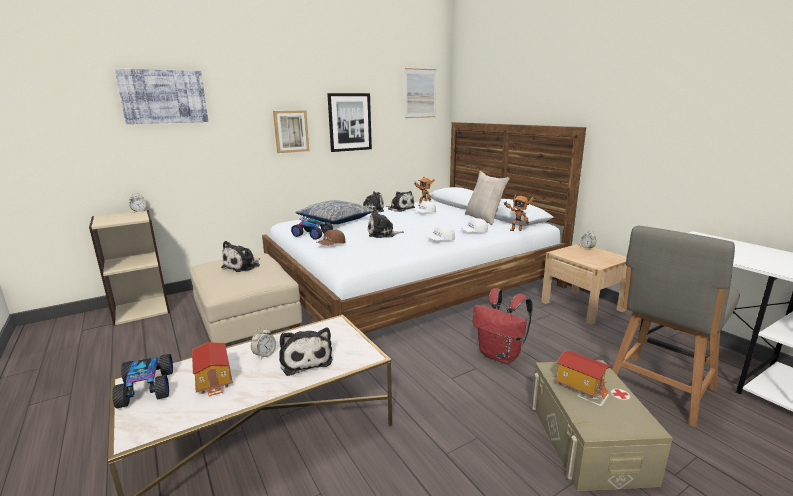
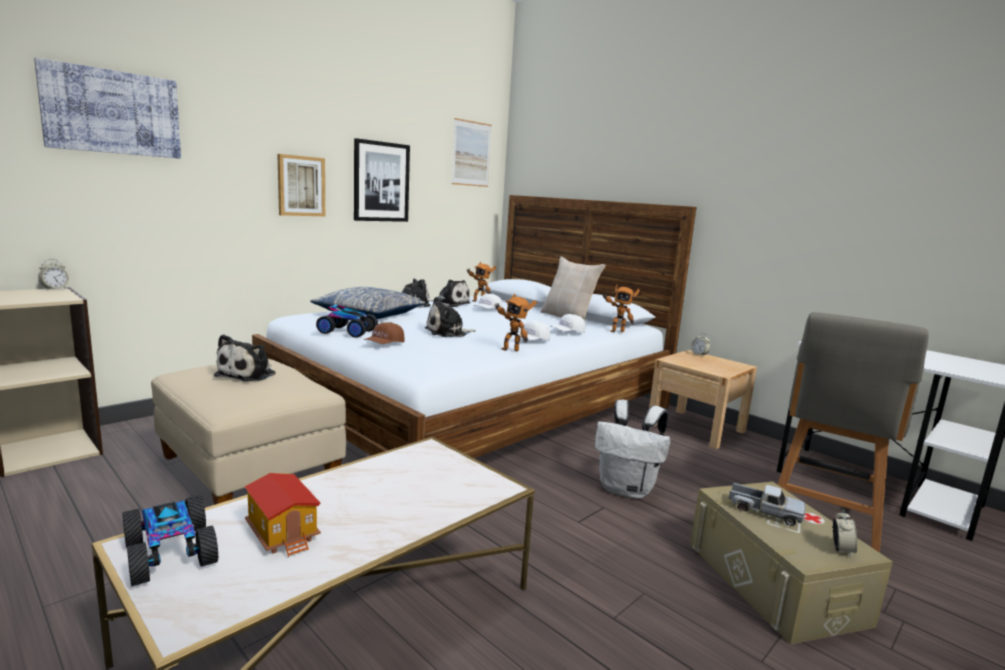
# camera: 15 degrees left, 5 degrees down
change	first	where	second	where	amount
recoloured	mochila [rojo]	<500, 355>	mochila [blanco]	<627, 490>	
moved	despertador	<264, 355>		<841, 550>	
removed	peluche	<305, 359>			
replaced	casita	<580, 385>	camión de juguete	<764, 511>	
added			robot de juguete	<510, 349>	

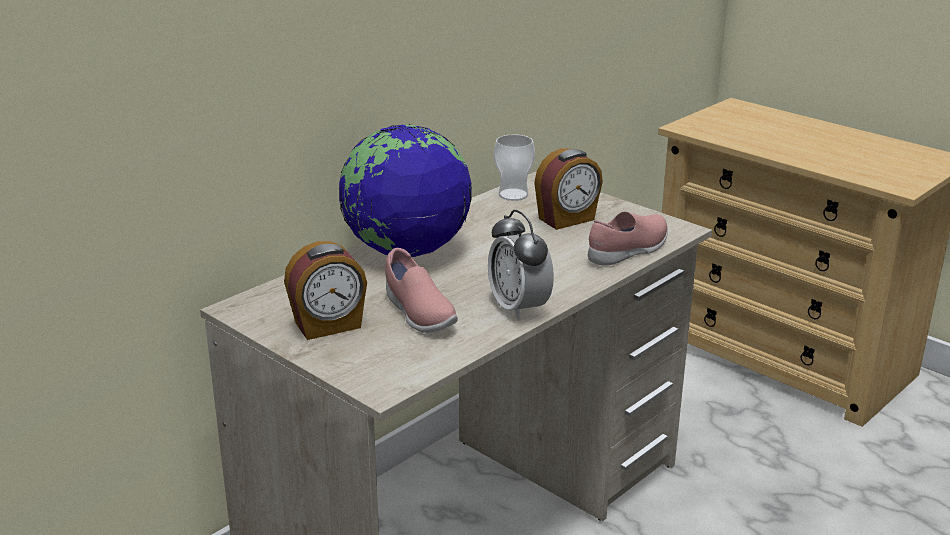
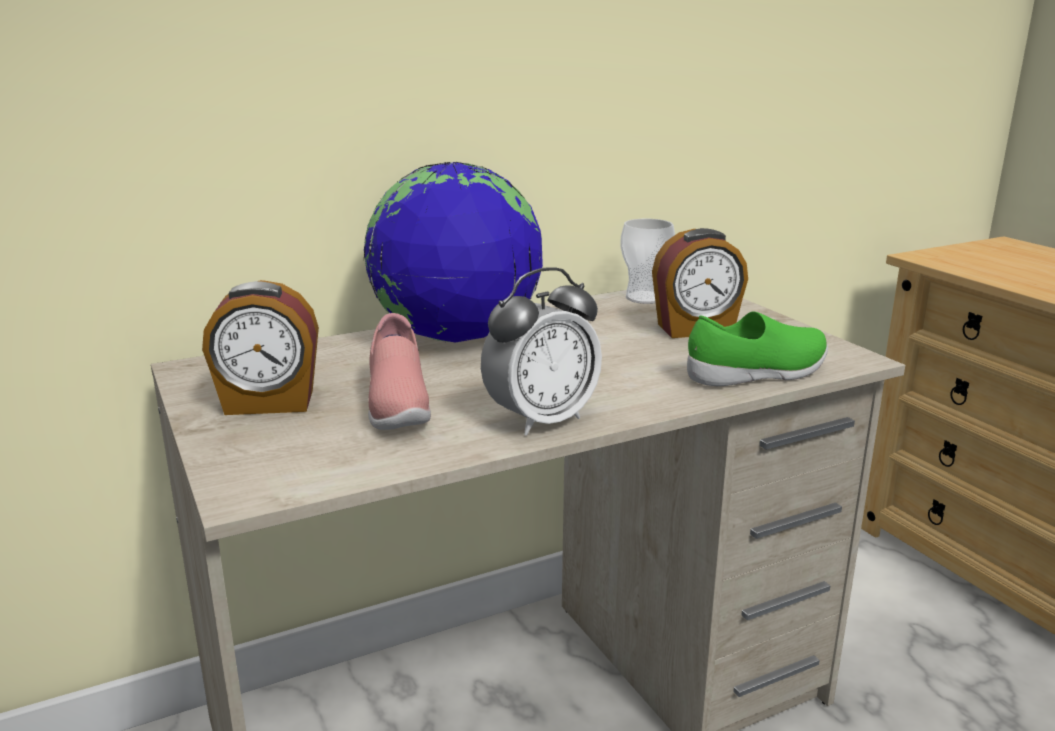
# camera: 20 degrees right, 5 degrees down
change	first	where	second	where	amount
turned	despertador	<519, 308>		<541, 420>	120 degrees counterclockwise
recoloured	zapato [rosa]	<629, 252>	zapato [verde]	<758, 375>	

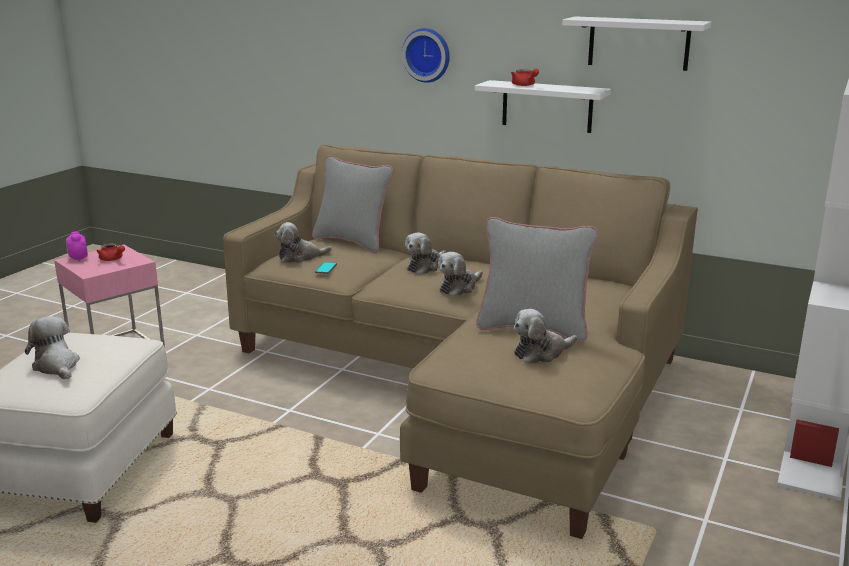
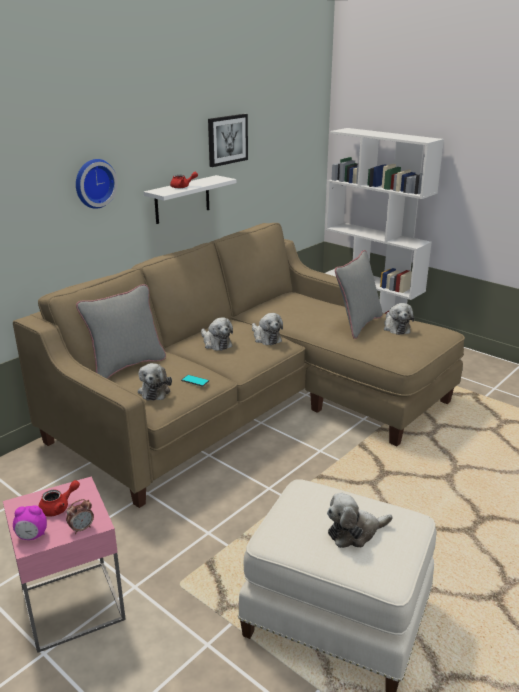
# camera: 75 degrees left, 5 degrees up
change	first	where	second	where	amount
replaced	estante [blanco]	<638, 43>	cuadro	<227, 139>	
added			despertador	<82, 528>	

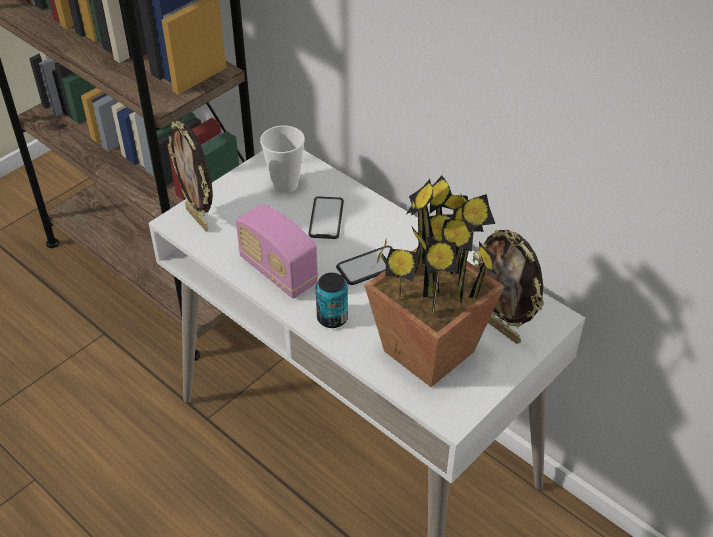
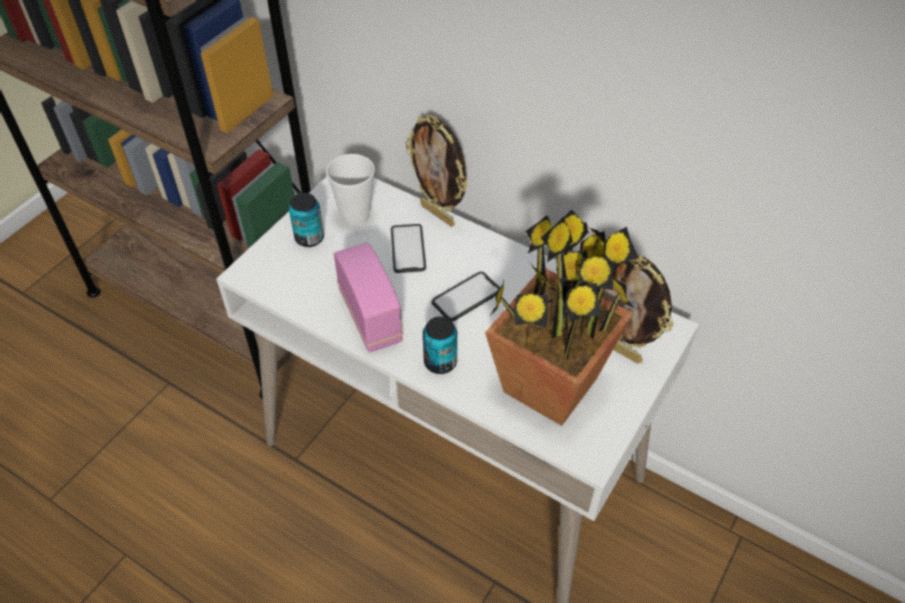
# camera: 10 degrees left, 5 degrees up
change	first	where	second	where	amount
moved	portarretratos	<199, 219>		<438, 214>	
turned	radio	<278, 271>		<370, 316>	150 degrees counterclockwise
added			lata	<309, 238>	

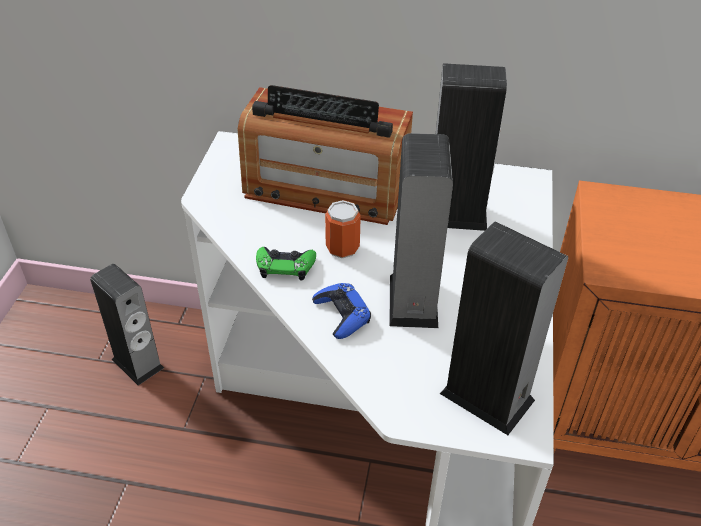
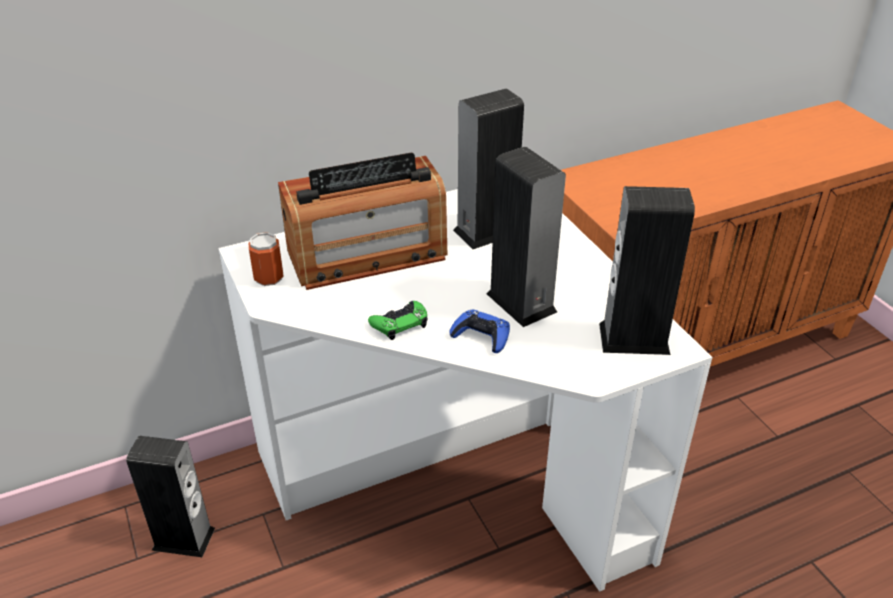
# camera: 35 degrees left, 5 degrees down
change	first	where	second	where	amount
moved	lata	<342, 248>		<269, 277>	

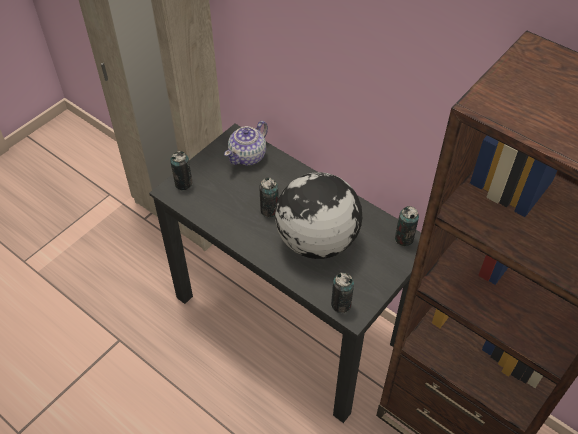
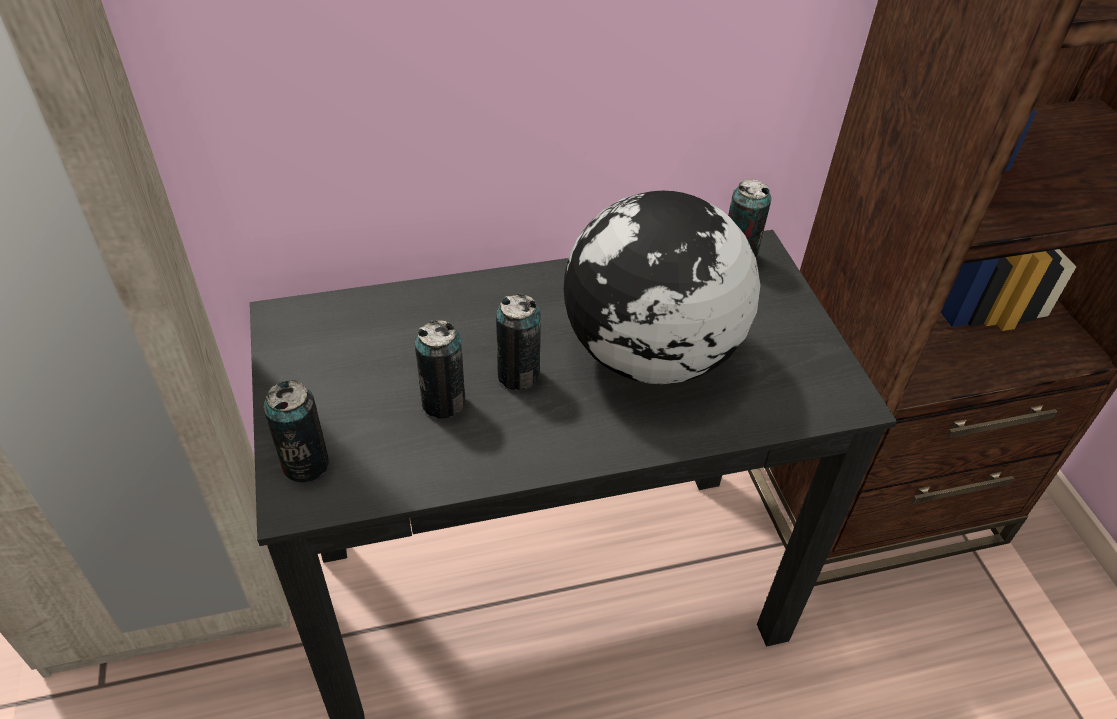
# camera: 55 degrees left, 5 degrees down
change	first	where	second	where	amount
removed	tetera	<248, 156>			
moved	lata	<341, 304>		<443, 402>	

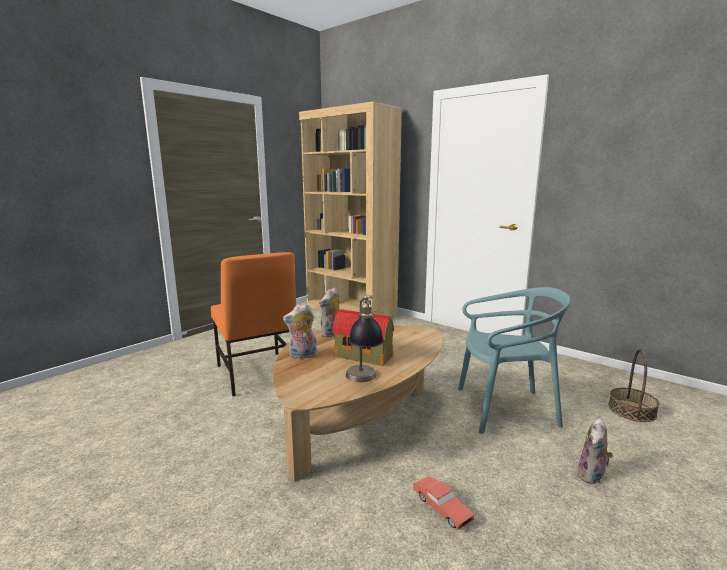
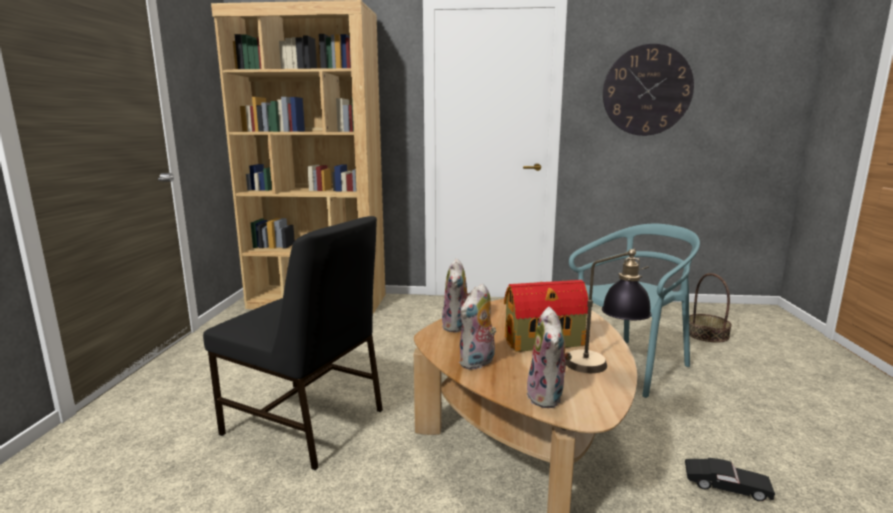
# camera: 35 degrees left, 0 degrees up
change	first	where	second	where	amount
recoloured	silla [naranja]	<257, 373>	silla [negro]	<305, 423>	
moved	peluche	<592, 476>		<548, 397>	
recoloured	coche de juguete [rojo]	<441, 508>	coche de juguete [negro]	<726, 487>	
added			reloj de pared	<647, 90>	

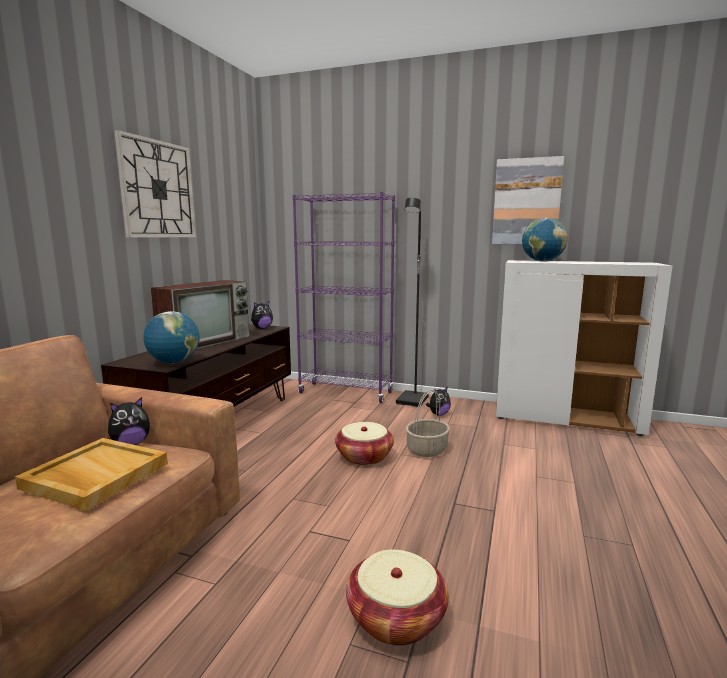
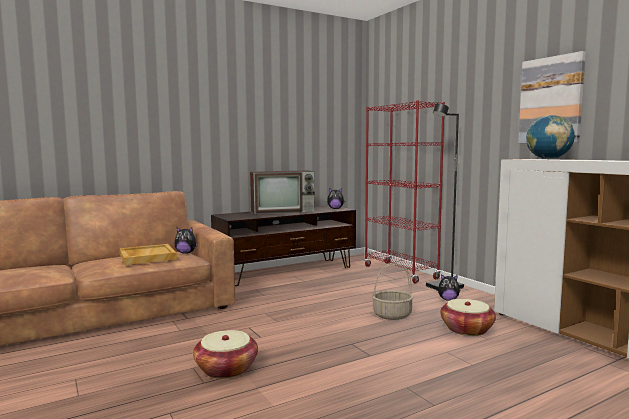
# camera: 40 degrees right, 5 degrees down
change	first	where	second	where	amount
removed	reloj de pared	<158, 189>			
recoloured	estantería [morado]	<346, 393>	estantería [rojo]	<400, 272>	
removed	globo terráqueo	<174, 362>			
moved	cesta	<364, 457>		<467, 329>	

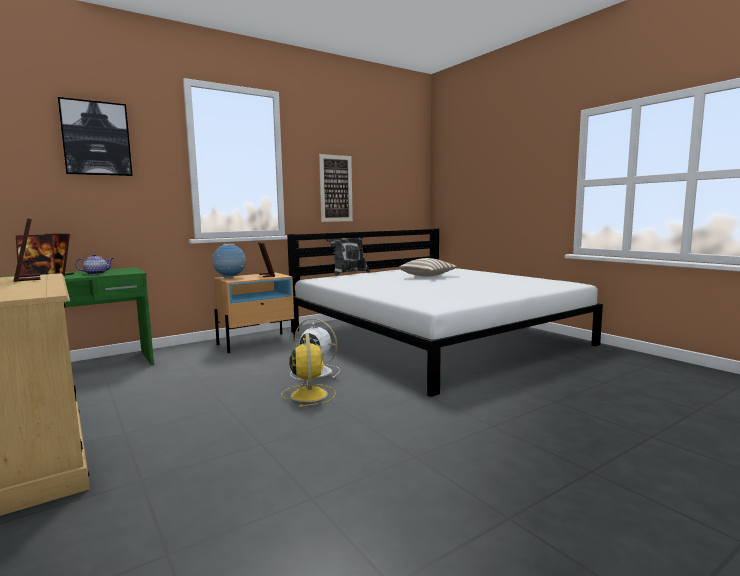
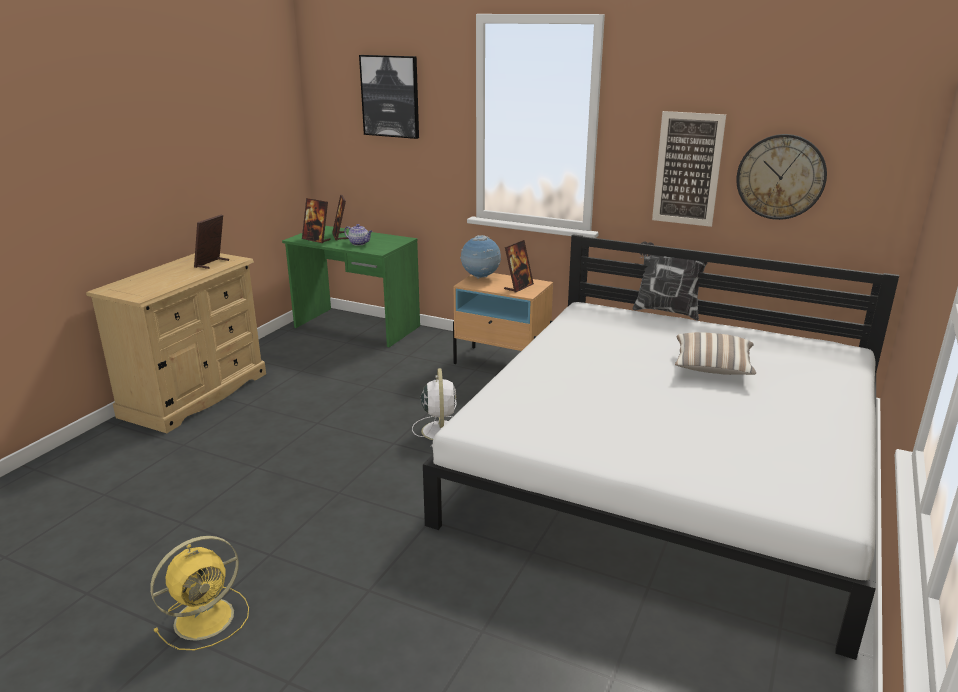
# camera: 60 degrees right, 15 degrees up
change	first	where	second	where	amount
moved	ventilador [amarillo]	<309, 394>		<207, 617>	
added			reloj de pared	<780, 177>	

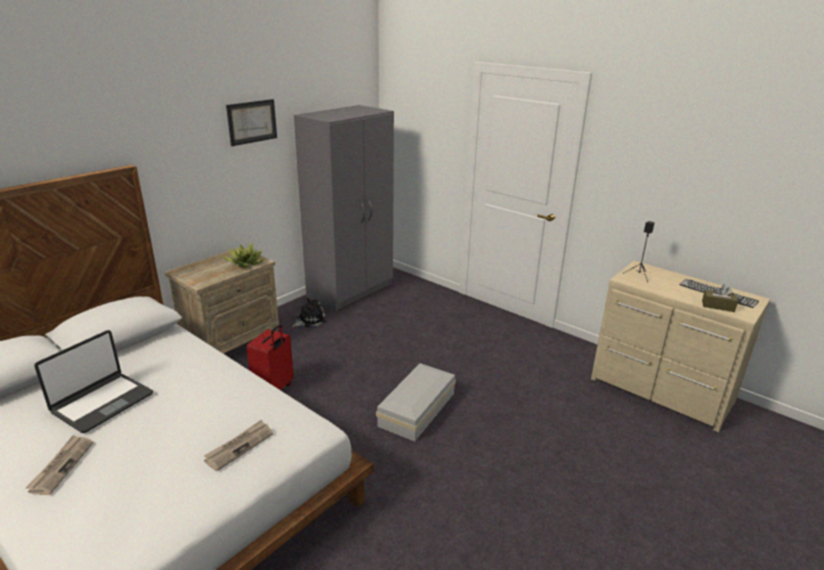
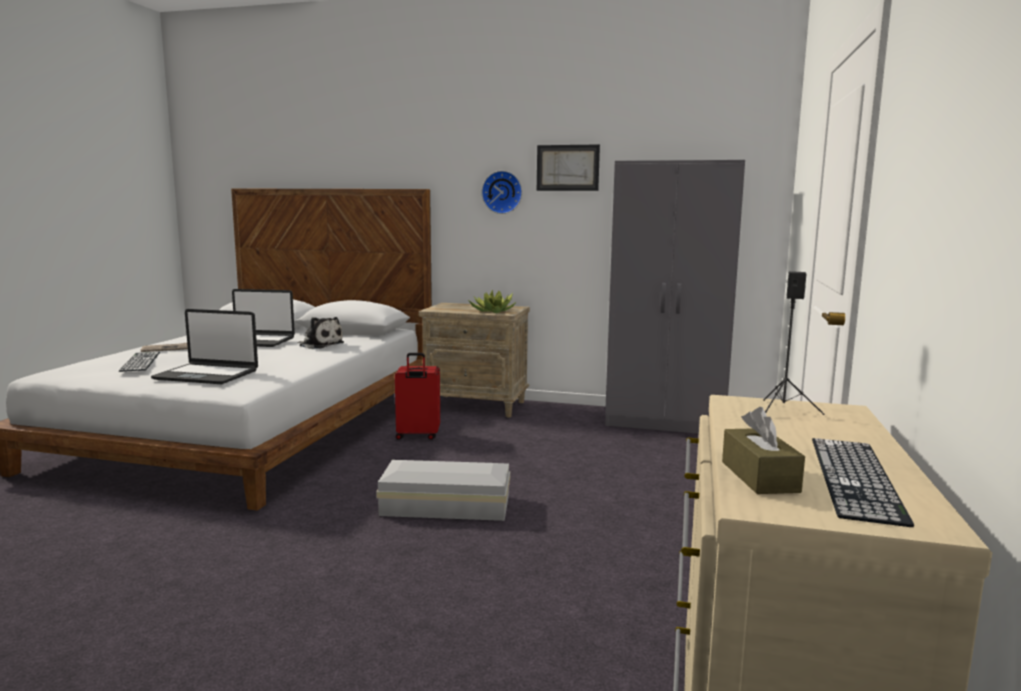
# camera: 65 degrees right, 15 degrees down
change	first	where	second	where	amount
moved	peluche	<309, 320>		<320, 345>	
replaced	periódico	<239, 446>	portátil	<207, 375>	
added			reloj de pared	<502, 192>	
added			teclado	<140, 361>	

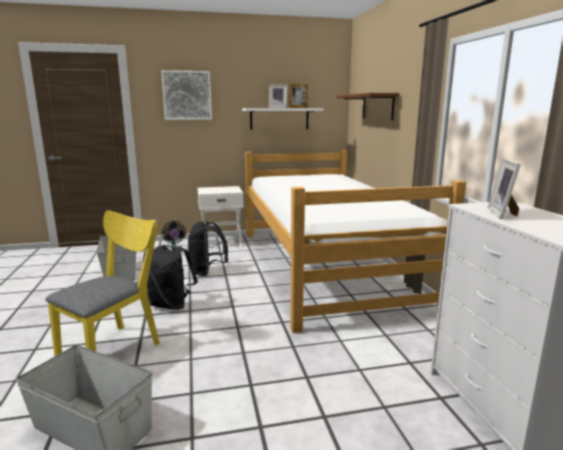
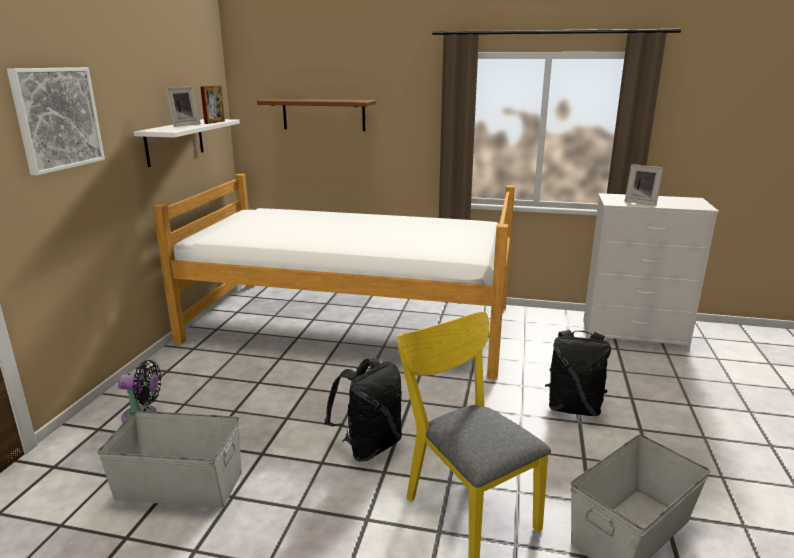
# camera: 65 degrees left, 5 degrees up
change	first	where	second	where	amount
removed	mesita de noche [blanco]	<221, 242>			
moved	mochila [negro]	<207, 272>		<573, 408>	

